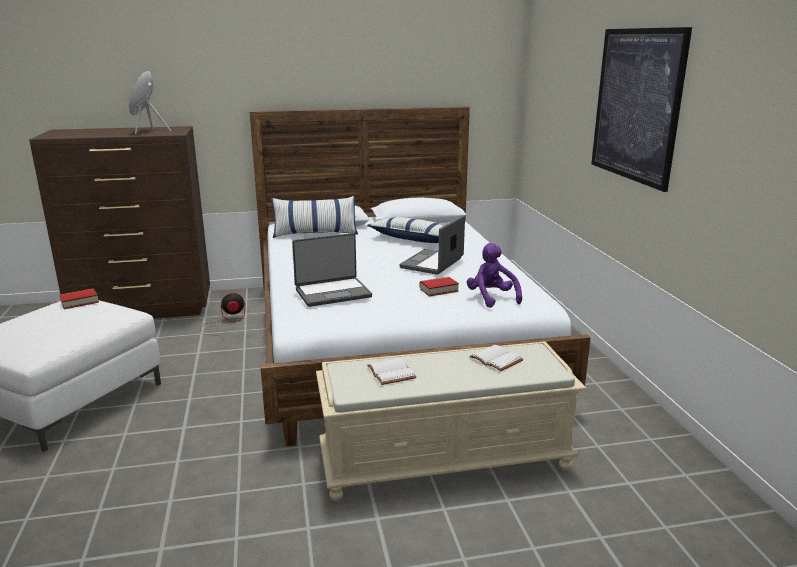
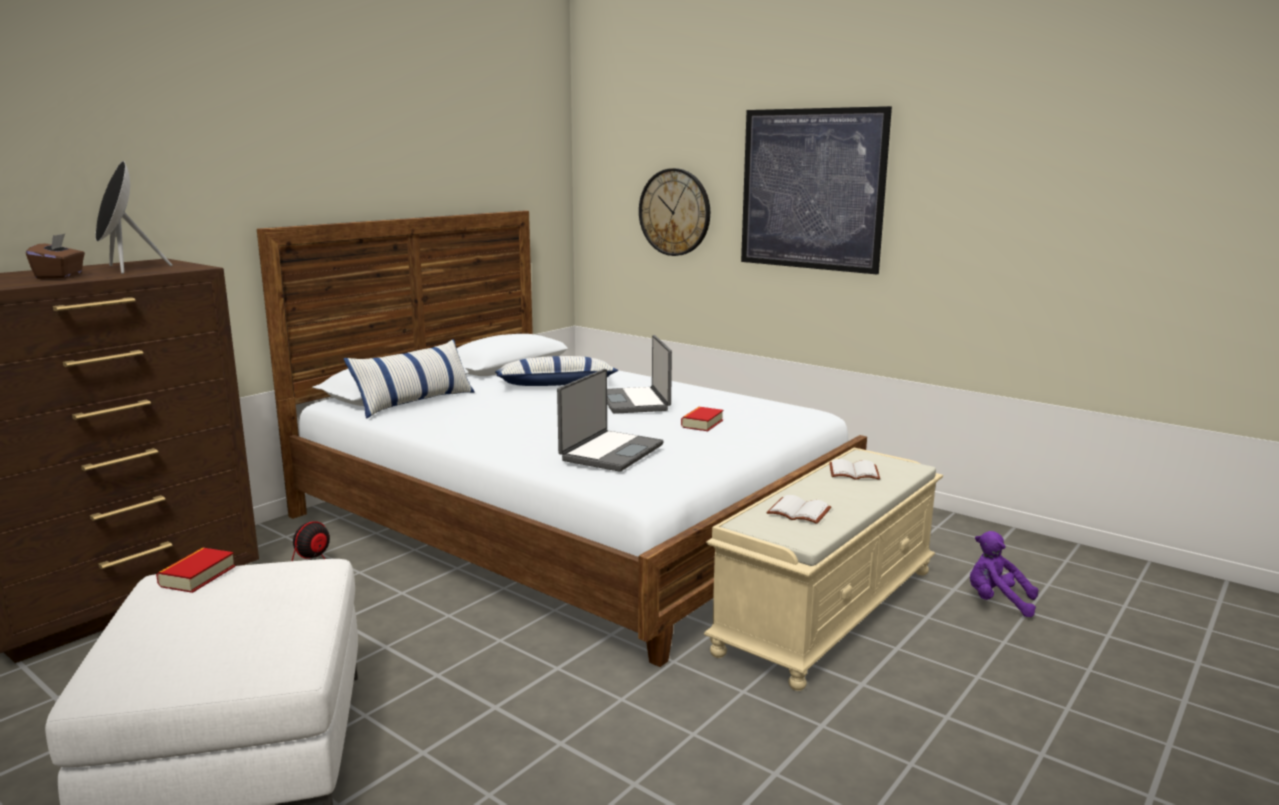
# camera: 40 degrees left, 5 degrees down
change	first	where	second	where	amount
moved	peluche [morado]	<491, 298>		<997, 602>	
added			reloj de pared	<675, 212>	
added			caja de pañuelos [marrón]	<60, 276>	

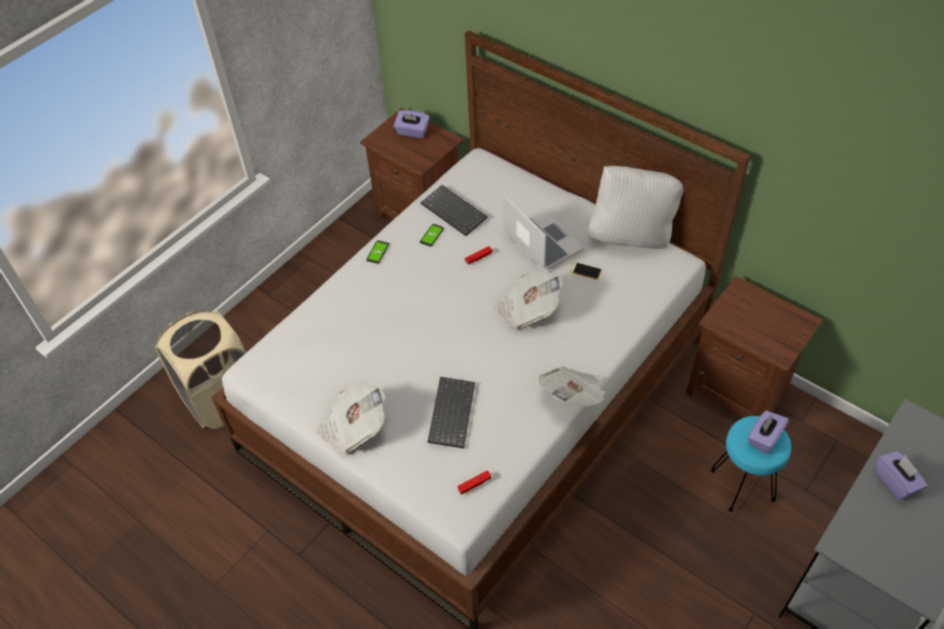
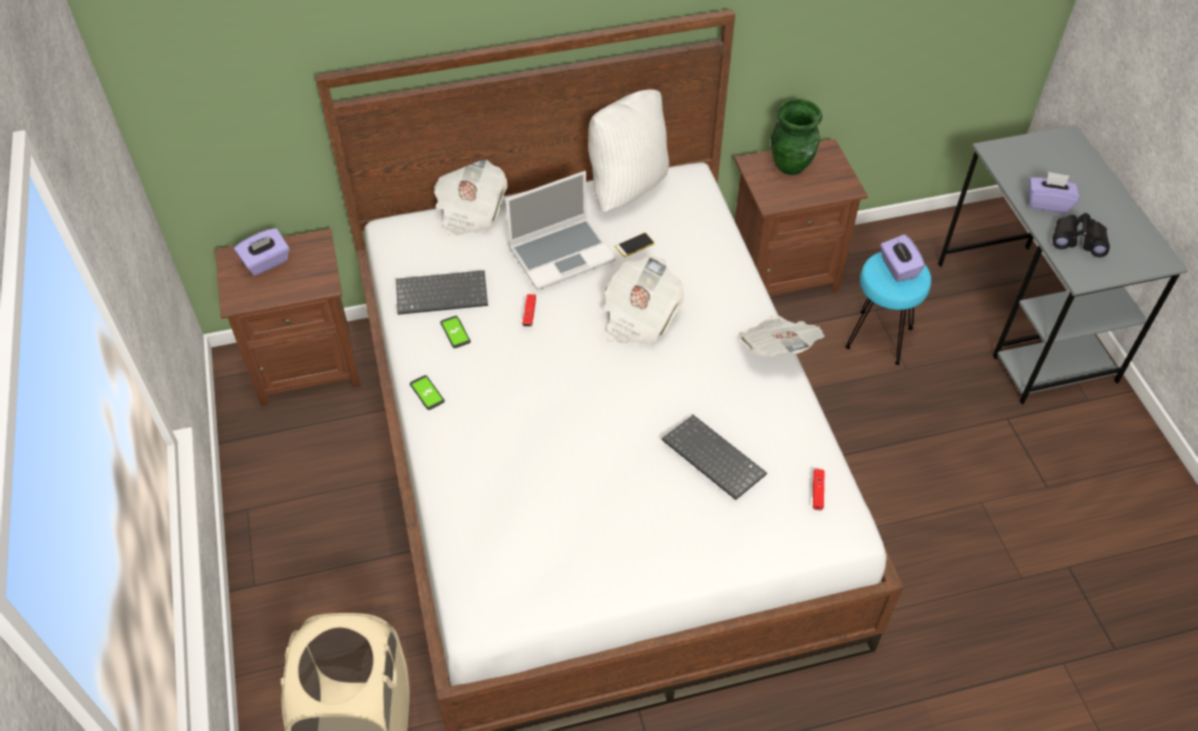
# camera: 55 degrees left, 0 degrees up
change	first	where	second	where	amount
turned	portátil	<541, 242>		<562, 254>	150 degrees clockwise
moved	periódico	<353, 427>		<470, 211>	
added			florero [verde]	<791, 165>	
added			prismáticos [negro]	<1078, 240>	

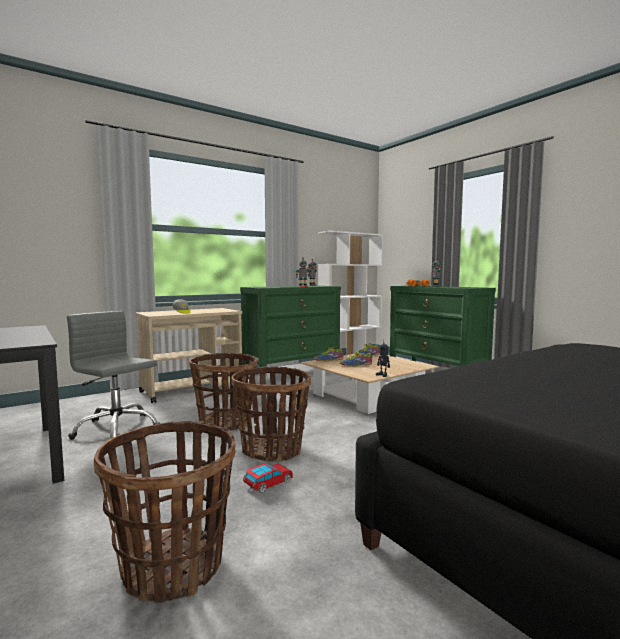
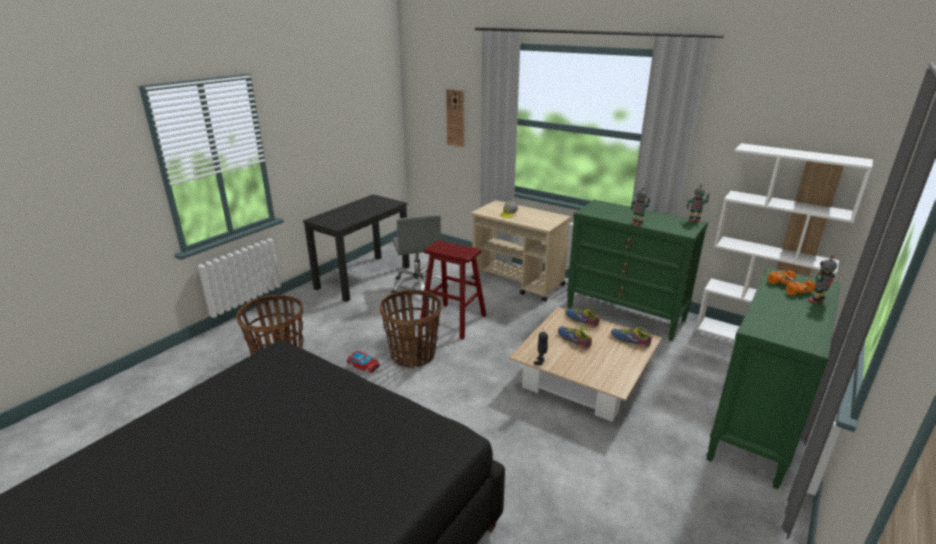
# camera: 70 degrees right, 20 degrees up
change	first	where	second	where	amount
turned	silla de oficina [gris]	<116, 429>		<418, 287>	150 degrees clockwise
replaced	cesta	<225, 422>	taburete [rojo]	<453, 321>	
added			reloj de pared	<455, 118>	

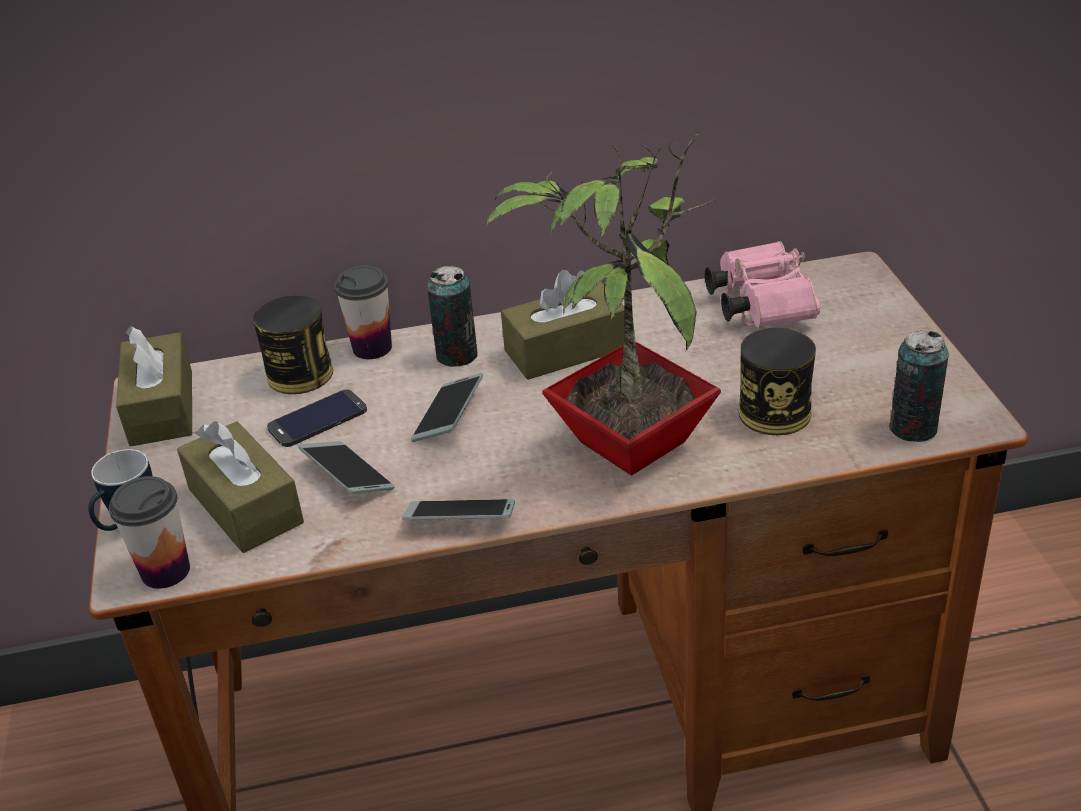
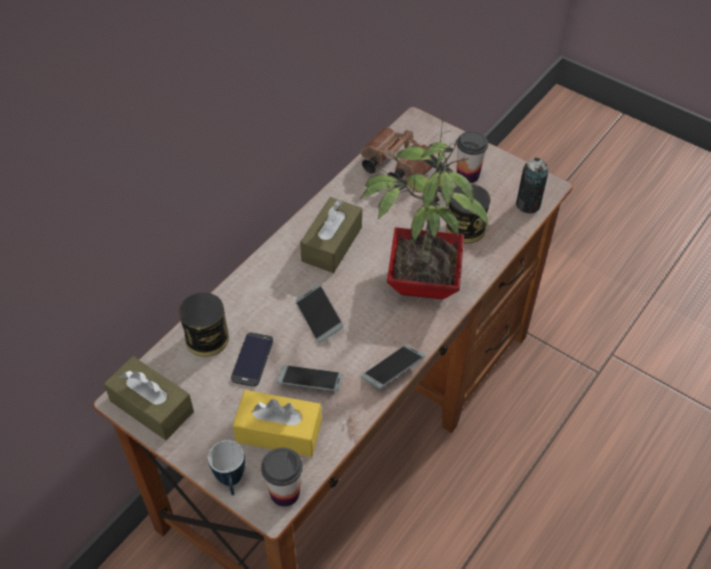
# camera: 45 degrees left, 15 degrees up
change	first	where	second	where	amount
recoloured	prismáticos [rosa]	<759, 304>	prismáticos [marrón]	<394, 166>	
moved	taza	<372, 348>		<467, 175>	
removed	lata	<457, 355>			
recoloured	caja de pañuelos [marrón]	<245, 506>	caja de pañuelos [amarillo]	<279, 431>	

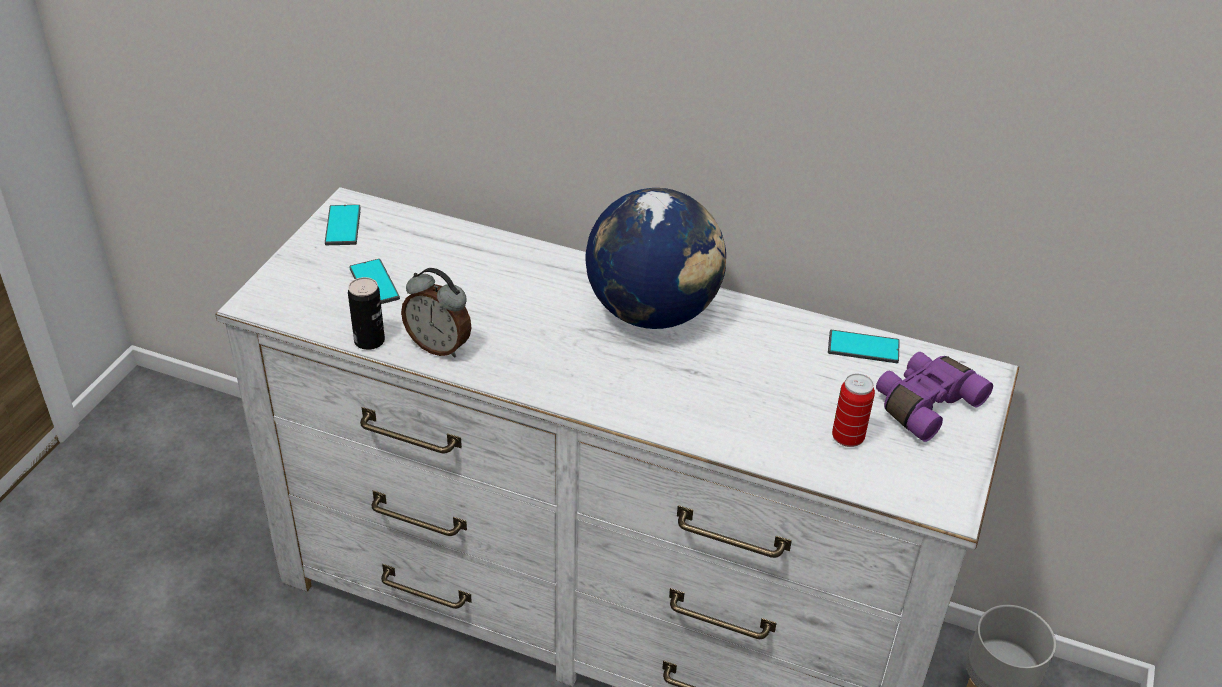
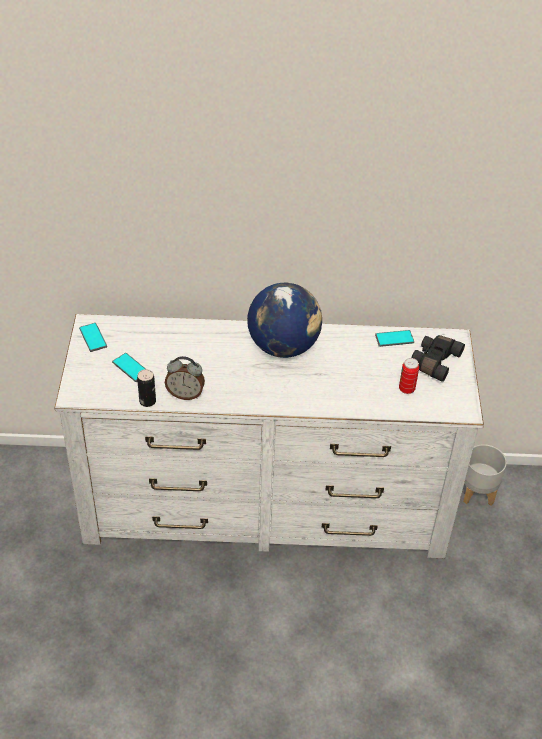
# camera: 20 degrees left, 5 degrees up
change	first	where	second	where	amount
recoloured	prismáticos [morado]	<924, 403>	prismáticos [negro]	<434, 361>	

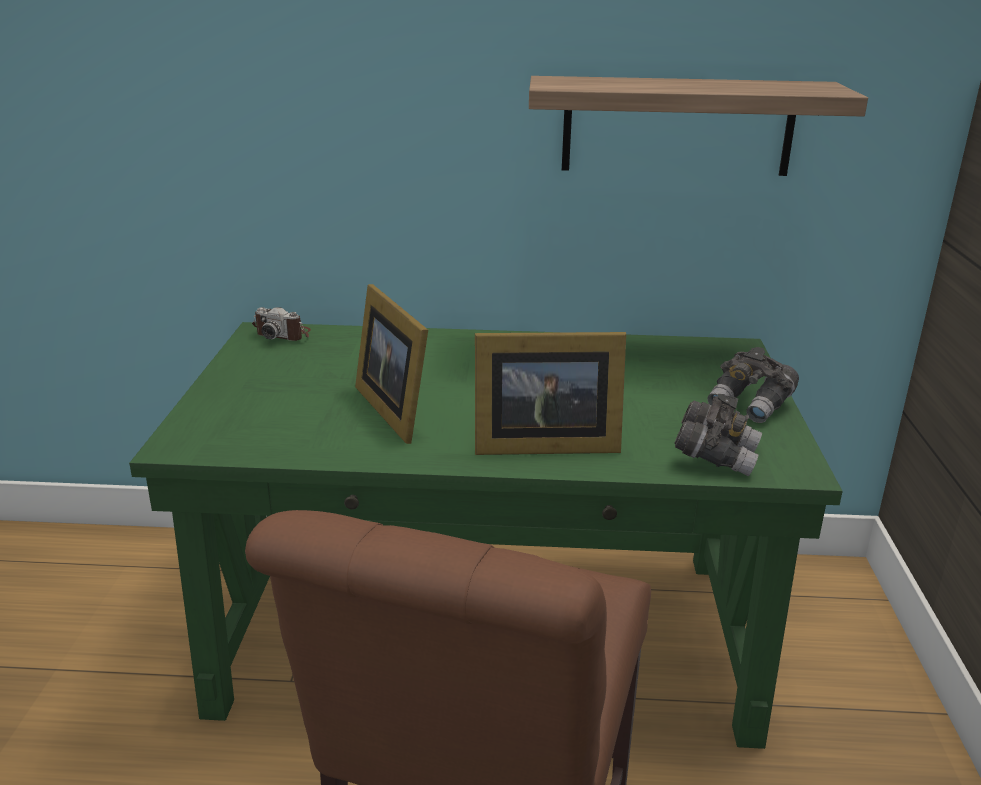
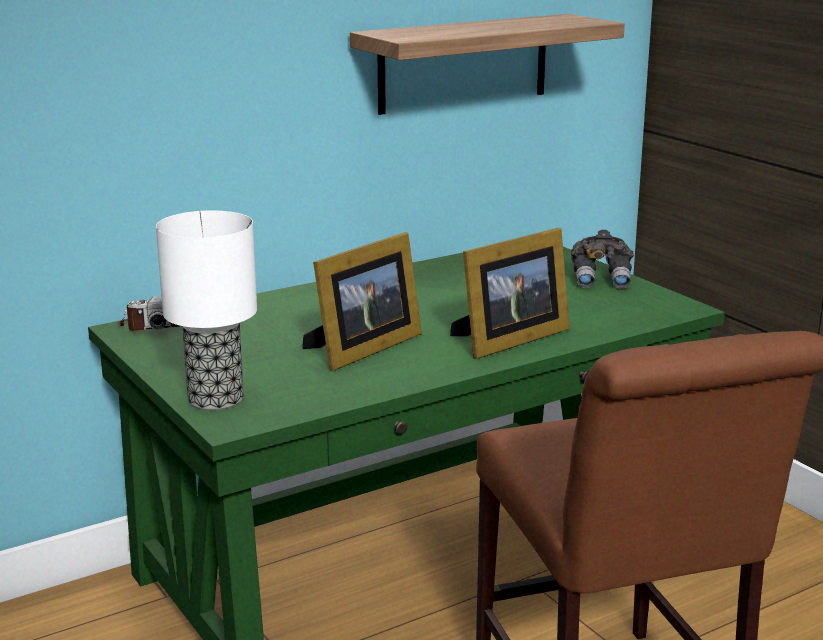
# camera: 35 degrees left, 5 degrees down
change	first	where	second	where	amount
turned	portarretratos	<396, 408>		<362, 349>	75 degrees counterclockwise
removed	prismáticos [gris]	<715, 456>			
added			lámpara de mesa	<217, 398>	

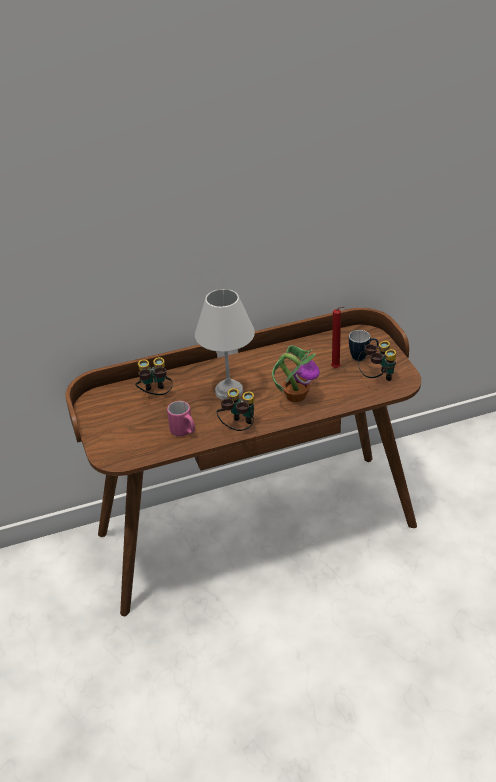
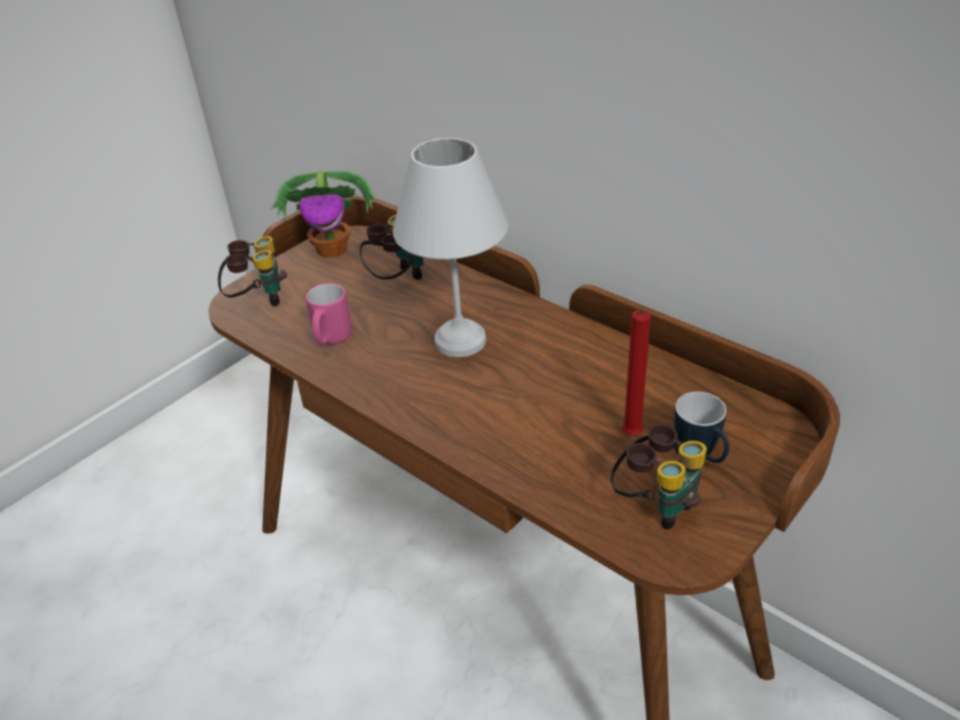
# camera: 60 degrees right, 0 degrees up
change	first	where	second	where	amount
moved	planta en maceta	<296, 395>		<333, 249>	
moved	prismáticos	<238, 428>		<258, 300>	

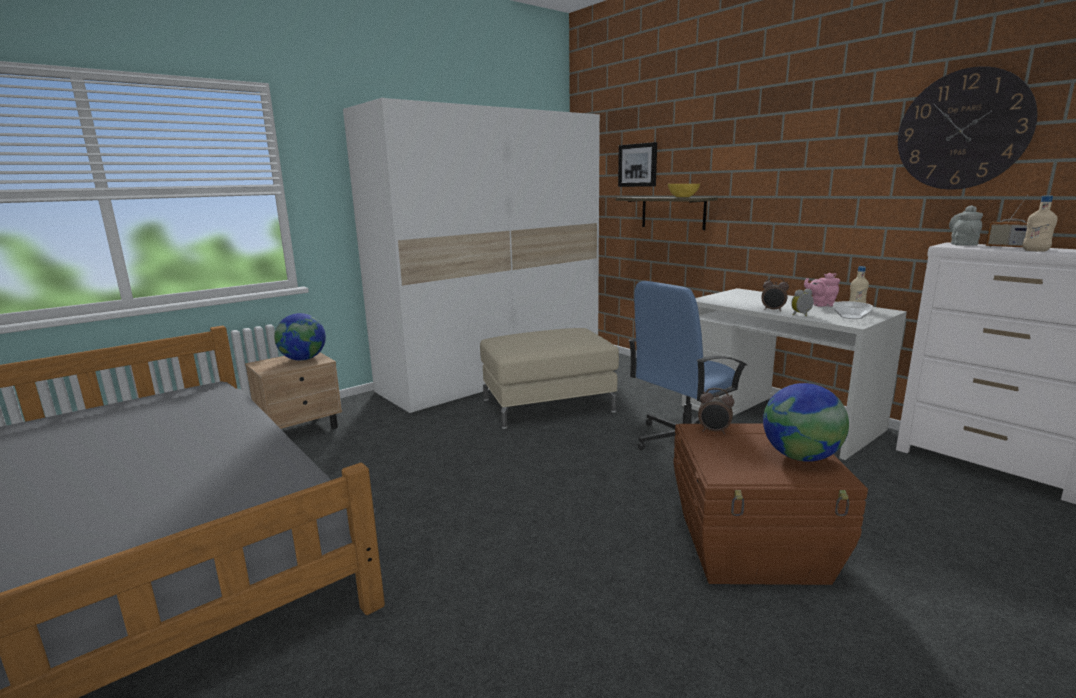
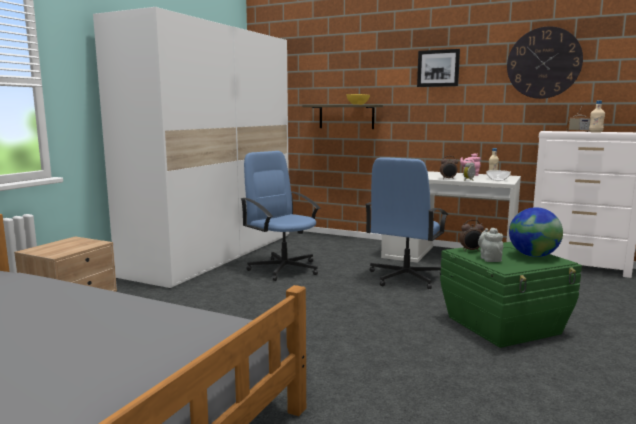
# camera: 25 degrees left, 5 degrees down
change	first	where	second	where	amount
moved	cuadro	<638, 165>		<438, 68>	
moved	tetera [gris]	<962, 244>		<489, 259>	
removed	globo terráqueo	<303, 359>			
replaced	puf [beis]	<548, 405>	silla de oficina [azul]	<284, 268>	
recoloured	caja de almacenaje [marrón]	<752, 547>	caja de almacenaje [verde]	<504, 325>	

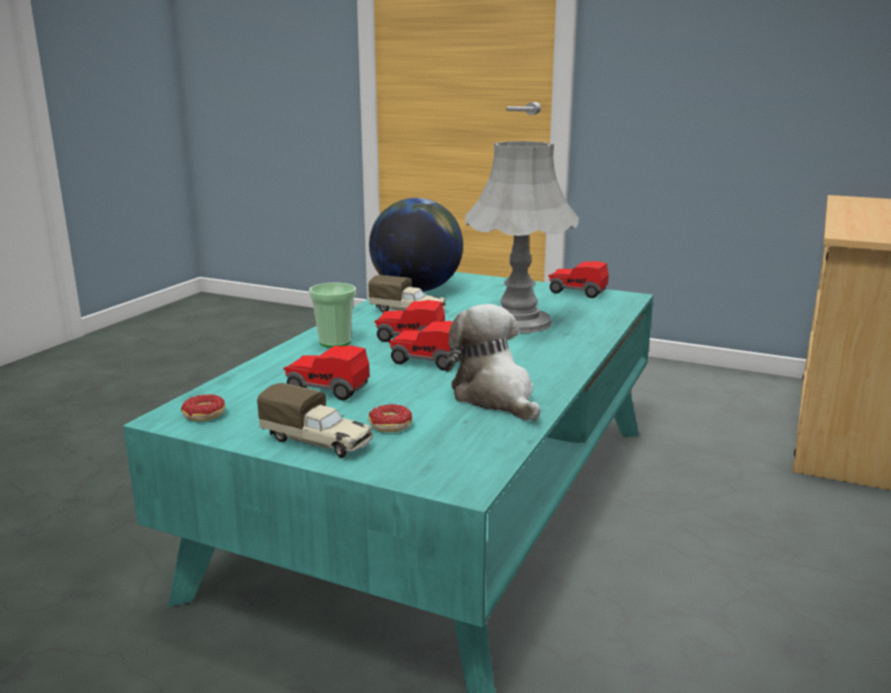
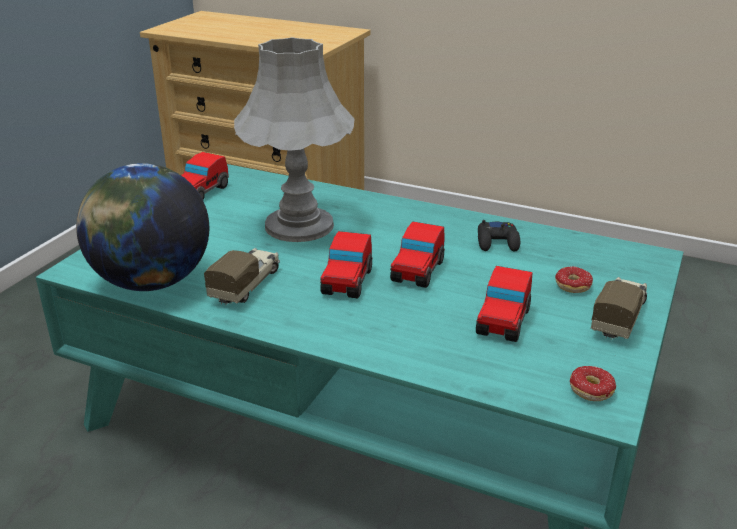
# camera: 90 degrees left, 10 degrees up
change	first	where	second	where	amount
removed	taza	<335, 342>			
replaced	peluche	<495, 397>	mando de consola [negro]	<497, 242>	

